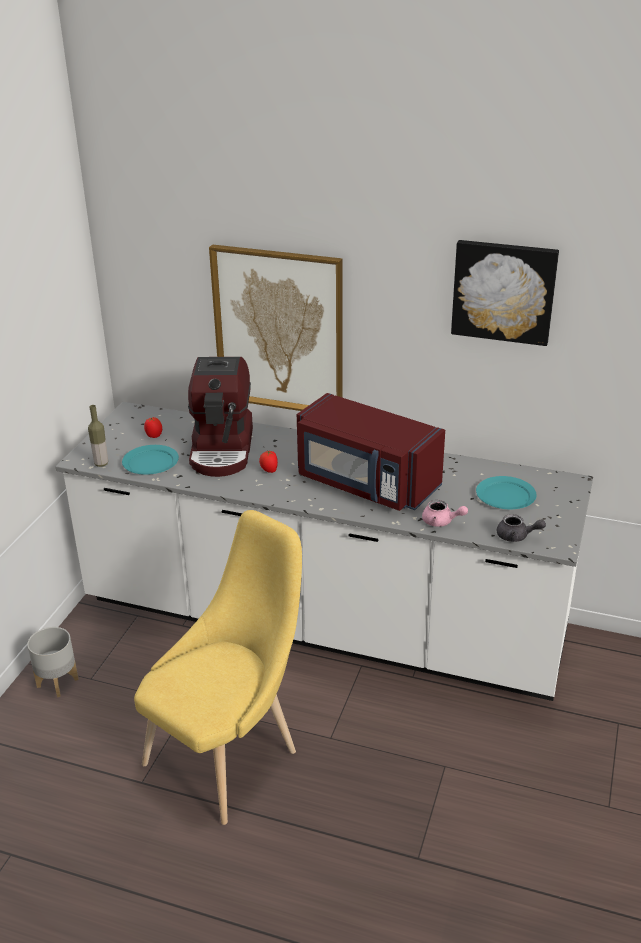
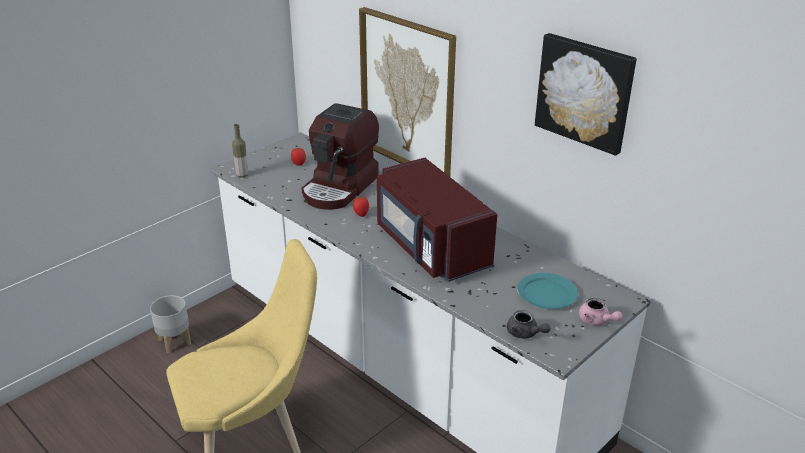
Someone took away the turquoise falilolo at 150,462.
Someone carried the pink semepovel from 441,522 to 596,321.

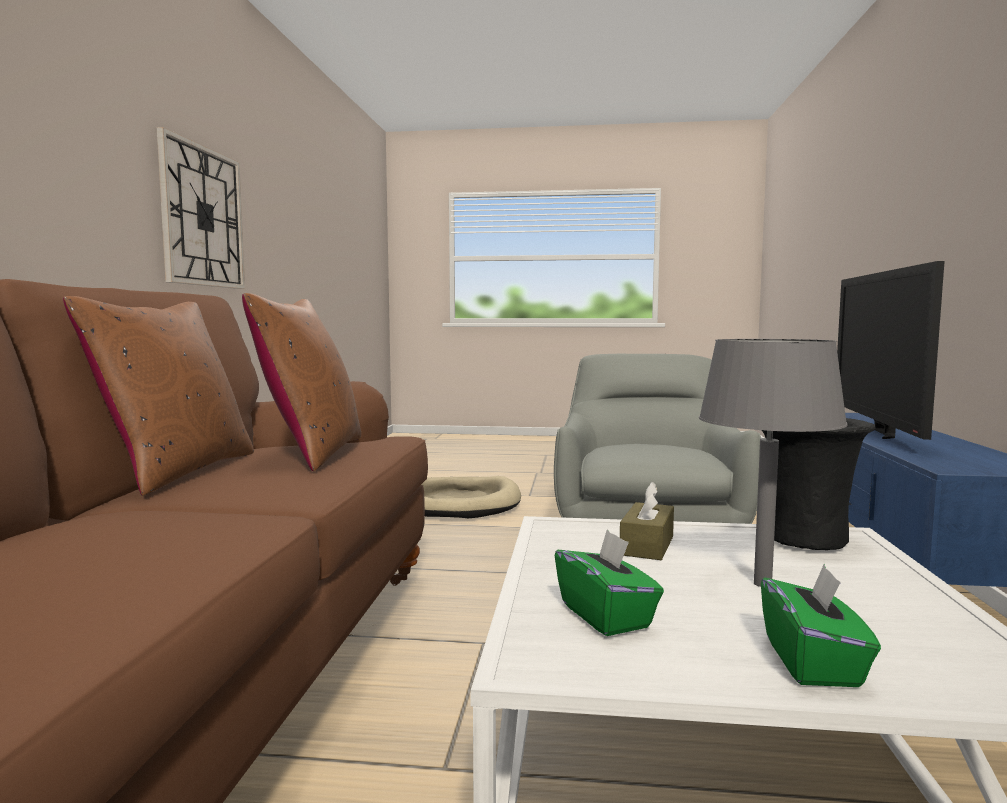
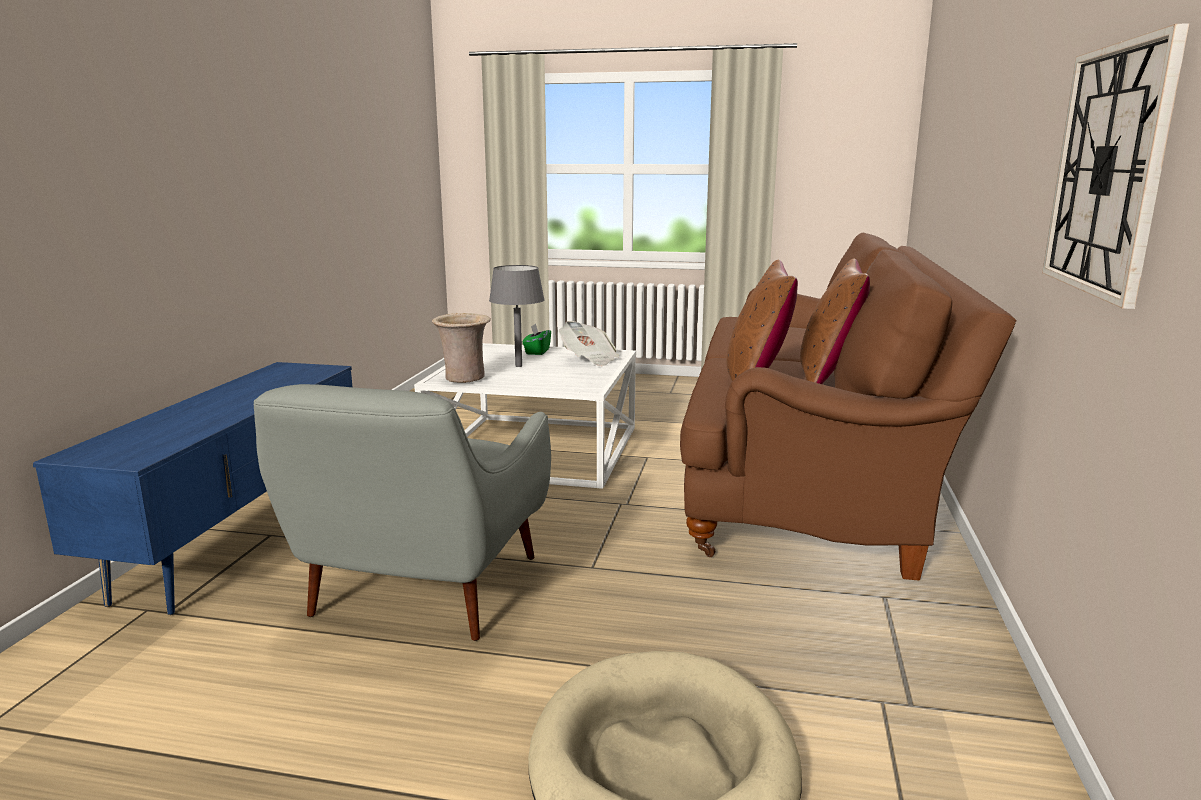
Someone took away the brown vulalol at 647,545.
Someone took away the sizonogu at 878,432.
Someone swapped the green vulalol at 606,615 for the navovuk at 589,359.
Someone repainted the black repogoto at 804,539, which became the beige repogoto at 465,379.

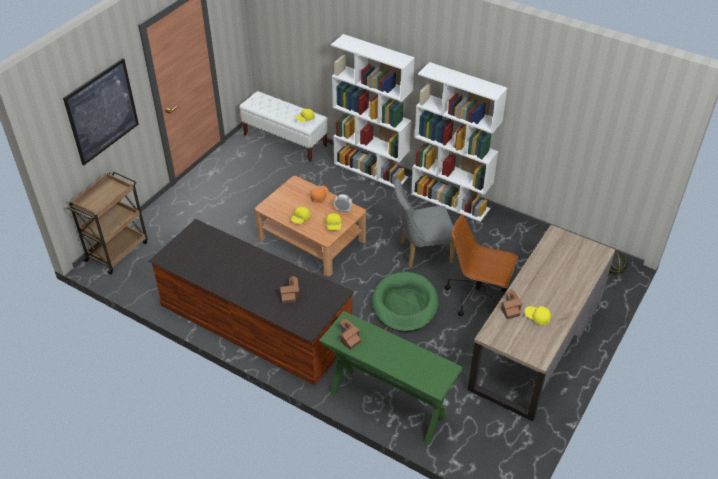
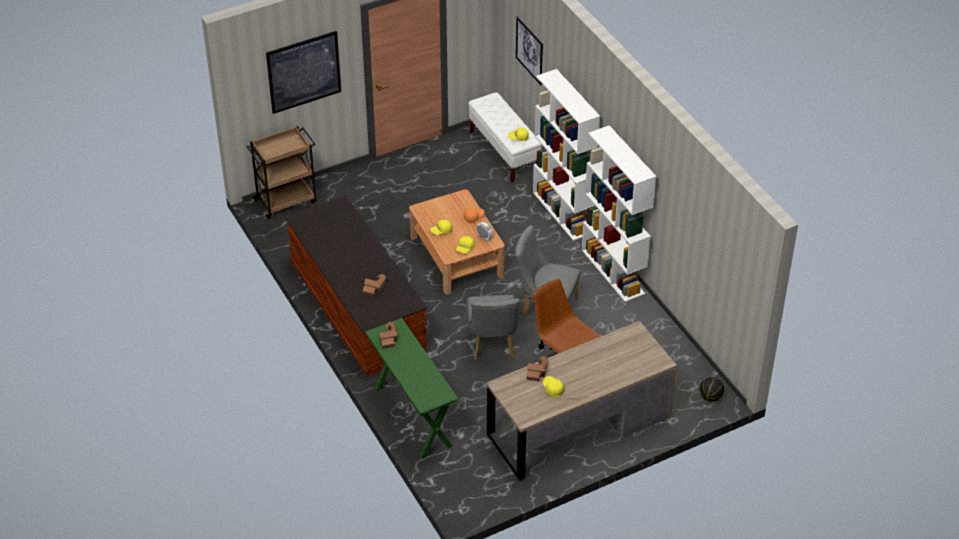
Someone put up the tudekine at 529,50.
Someone swapped the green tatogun at 405,304 for the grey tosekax at 492,345.

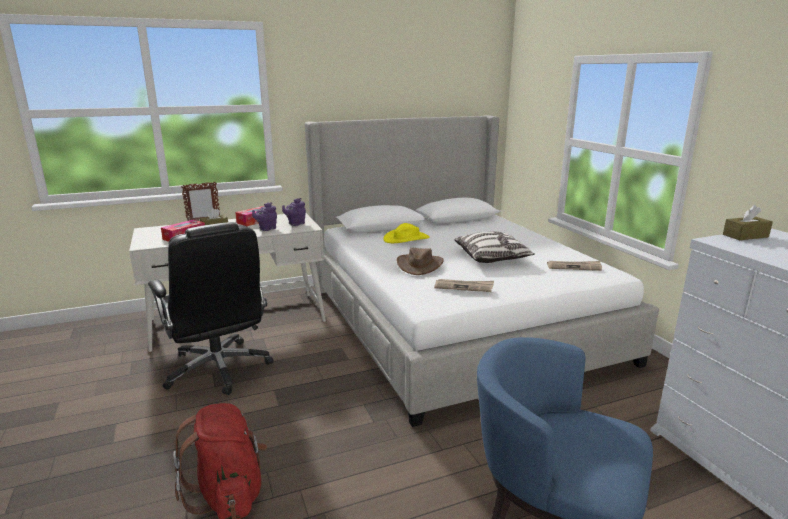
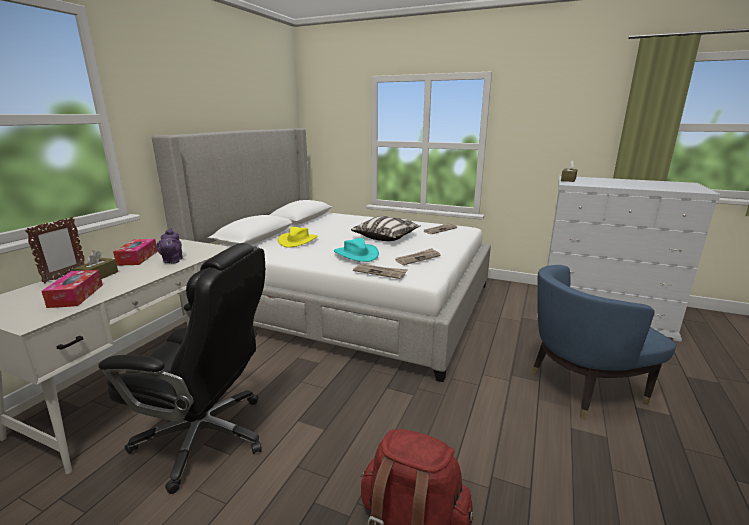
Someone took away the purple semepovel at 295,224.
Someone put down the navovuk at 380,272.
Someone repainted the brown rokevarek at 419,265, which became the turquoise rokevarek at 356,254.

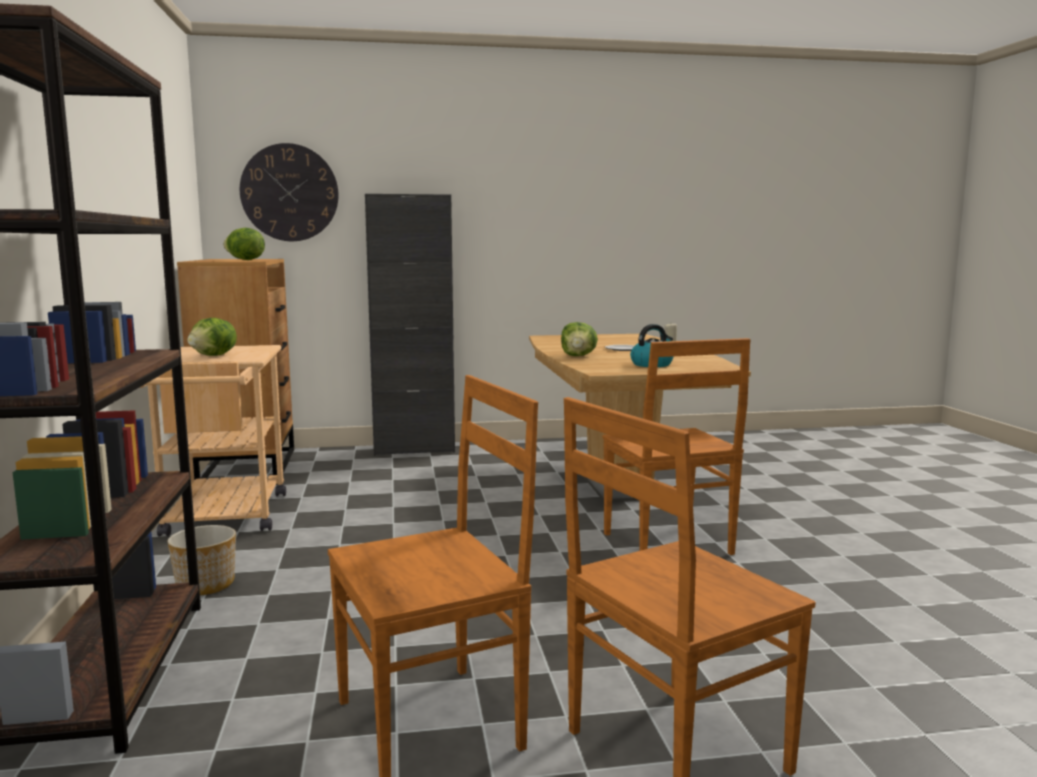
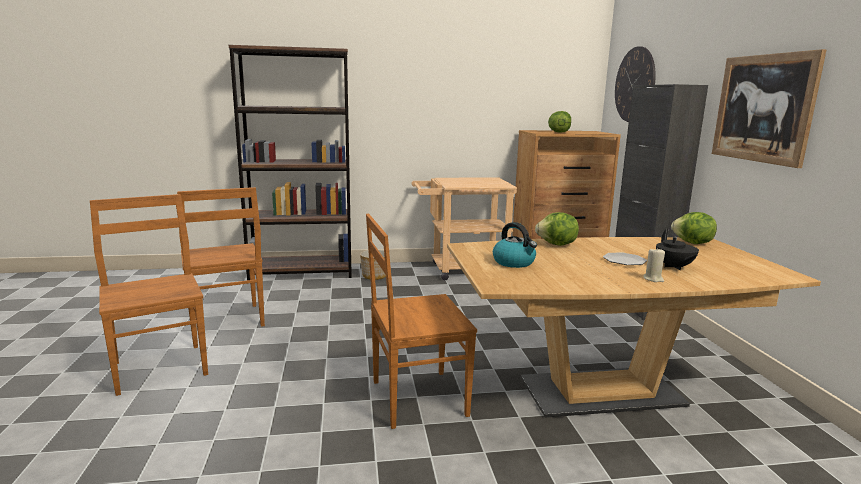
Someone put down the black semepovel at 674,267.
Someone put up the tudekine at 763,108.
Someone carried the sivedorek from 214,356 to 692,243.

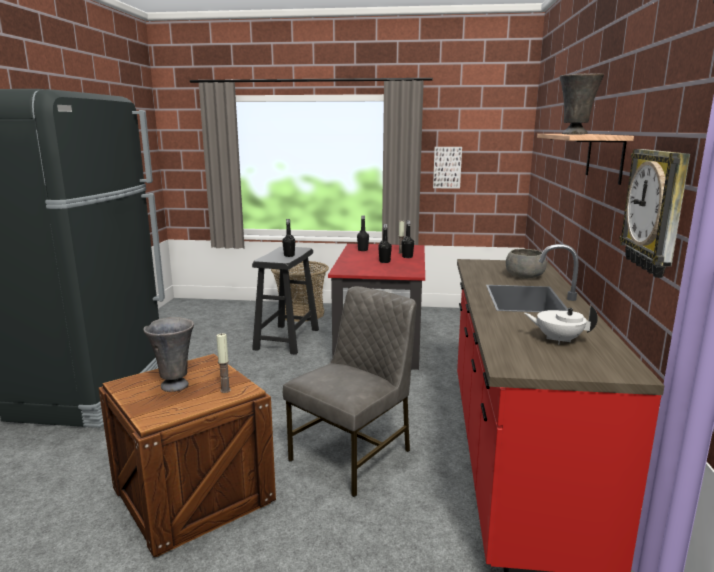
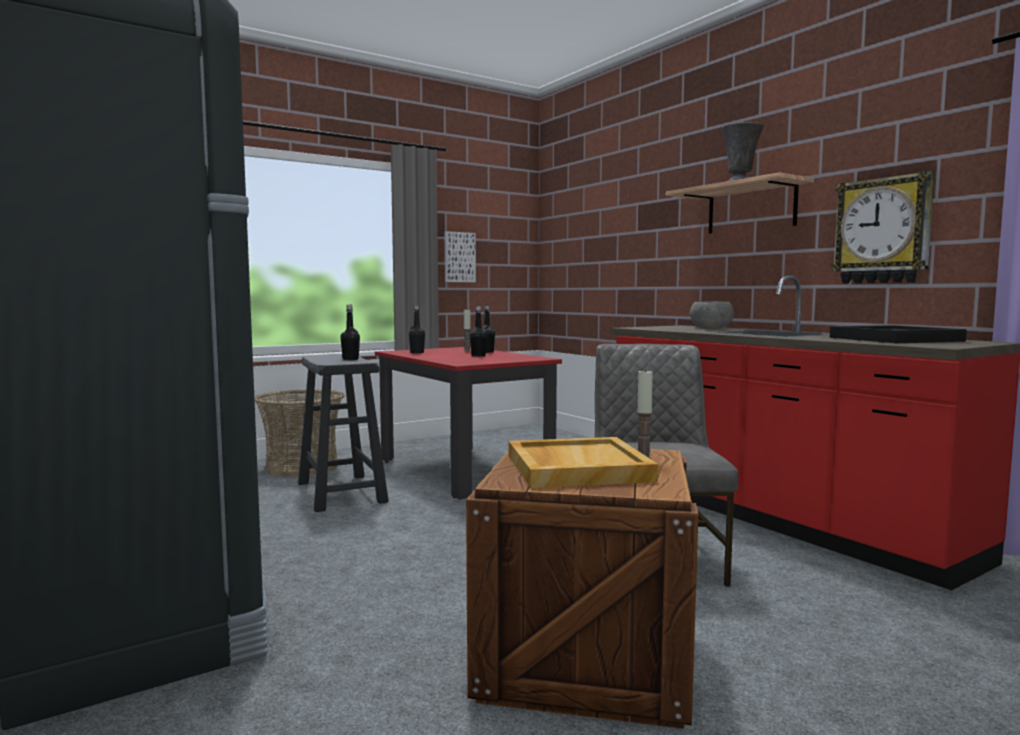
Someone swapped the grey repogoto at 175,385 for the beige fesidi at 576,468.
Someone swapped the white semepovel at 558,340 for the black fesidi at 893,339.

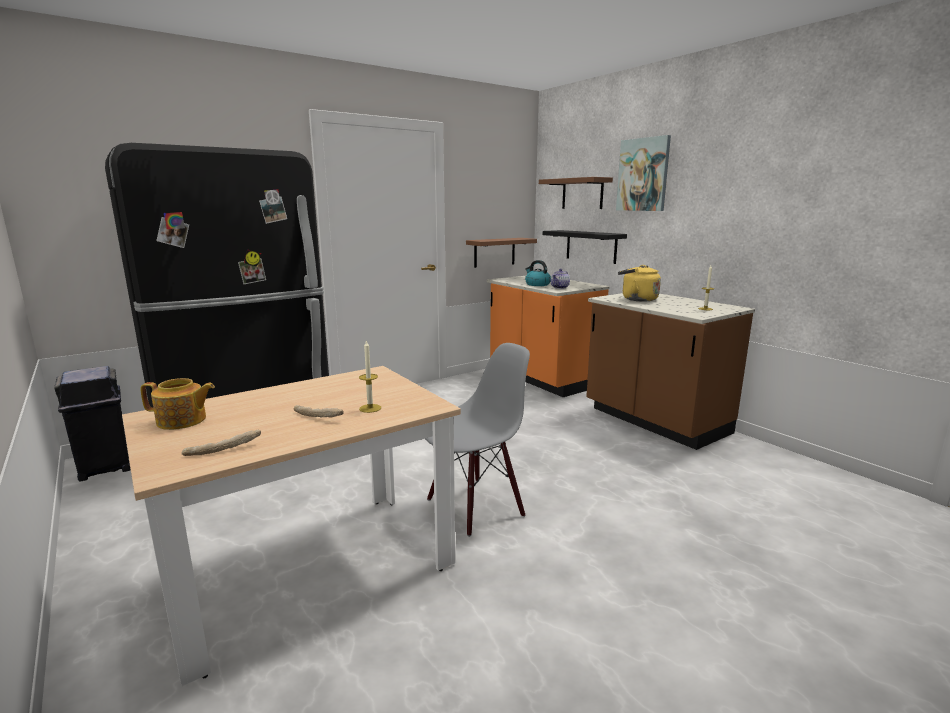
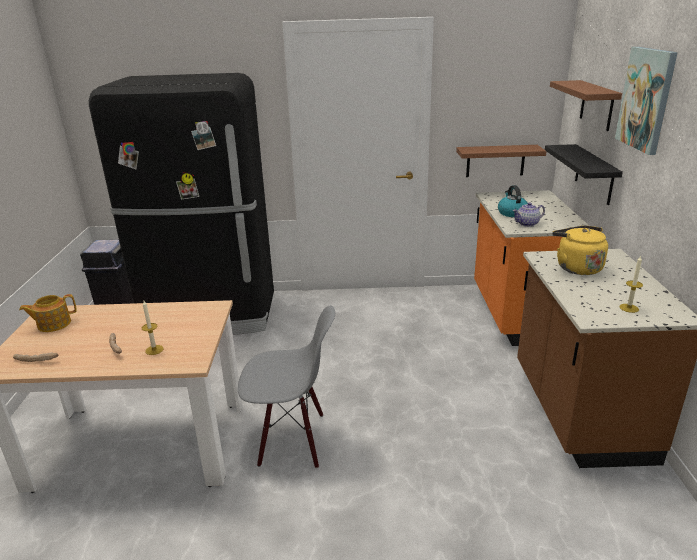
Someone rotated the semepovel at 182,421 by 120 degrees clockwise.

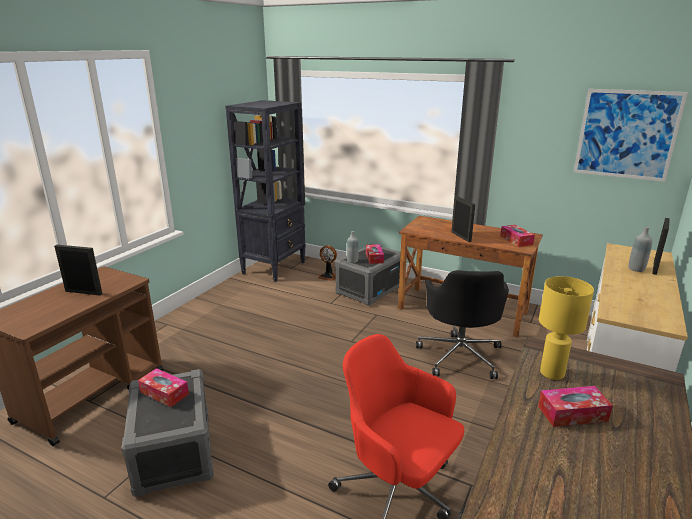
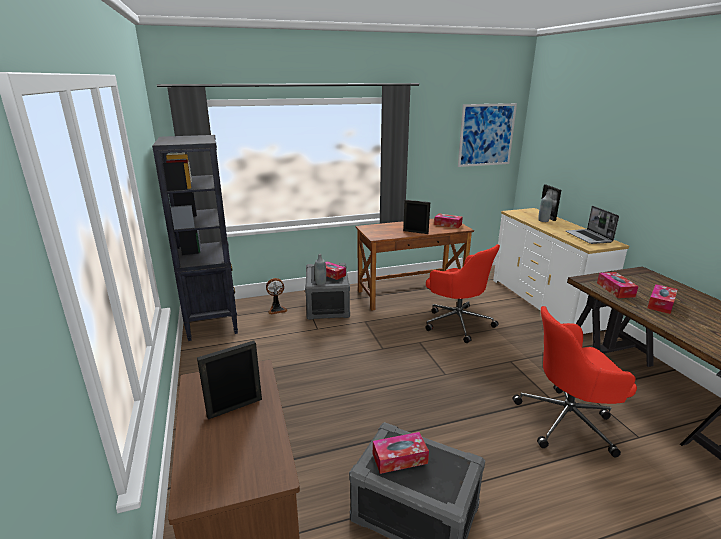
Someone put down the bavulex at 589,237.
Someone swapped the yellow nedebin at 551,373 for the vulalol at 615,290.
Someone repainted the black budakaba at 460,355, which became the red budakaba at 457,322.

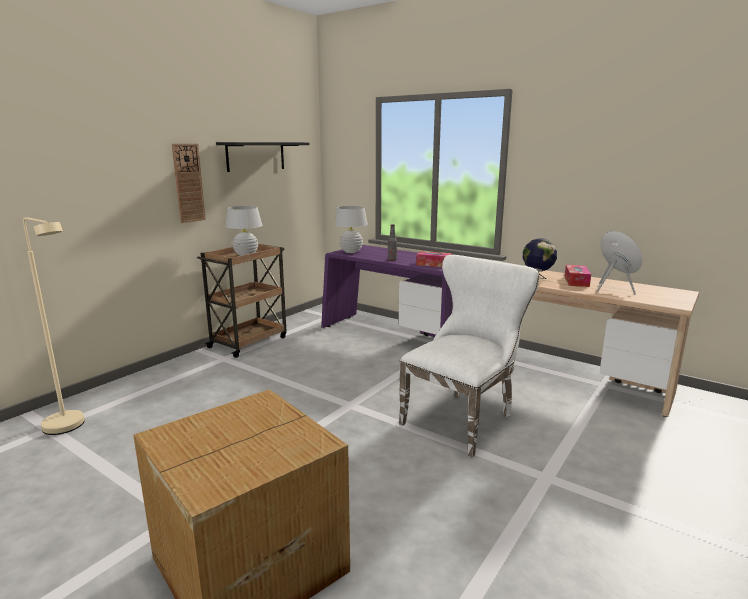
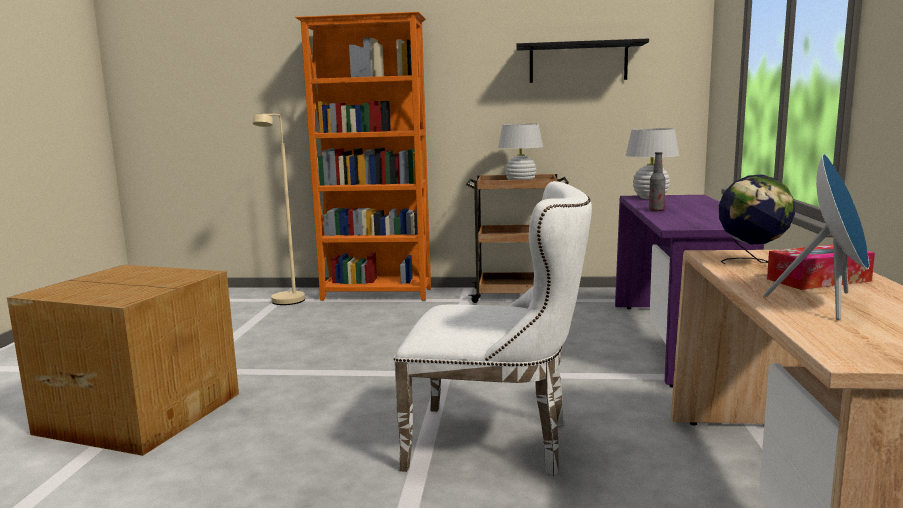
Someone took away the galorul at 188,183.
Someone took away the vulalol at 434,264.
Someone put down the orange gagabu at 377,295.

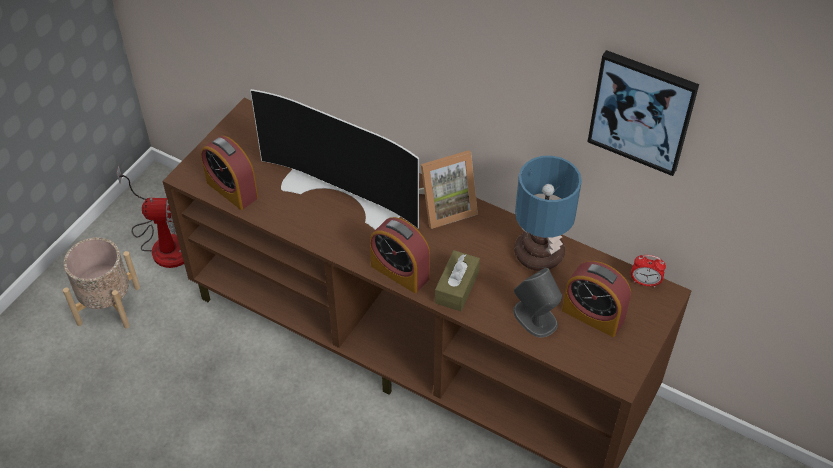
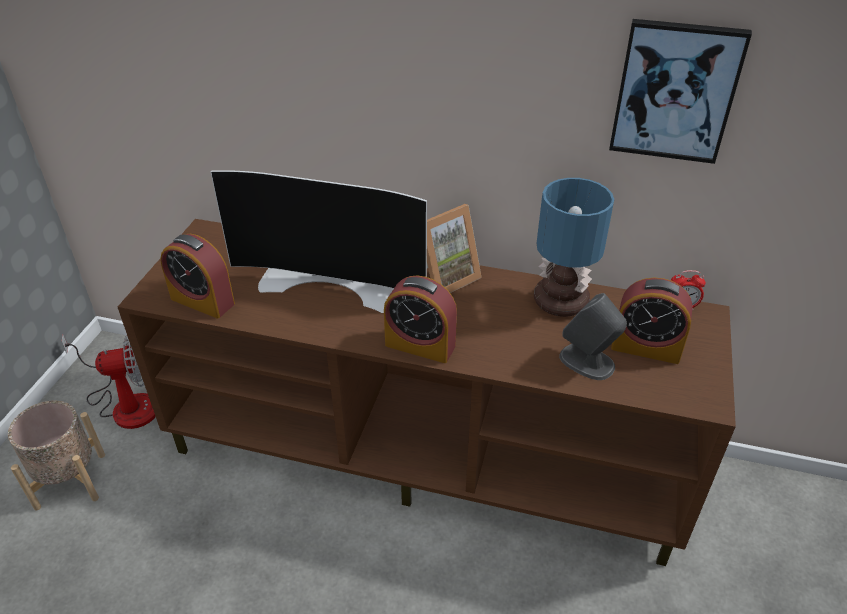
Someone took away the brown vulalol at 457,287.

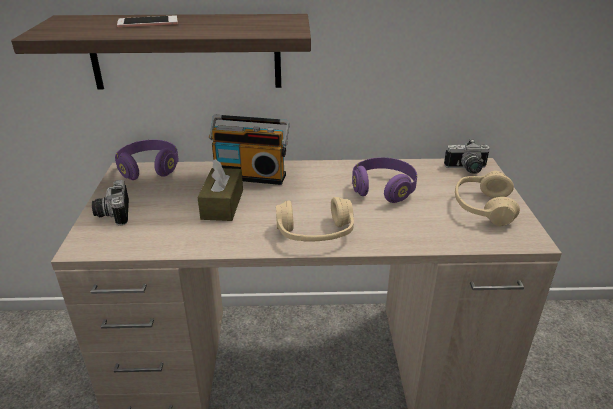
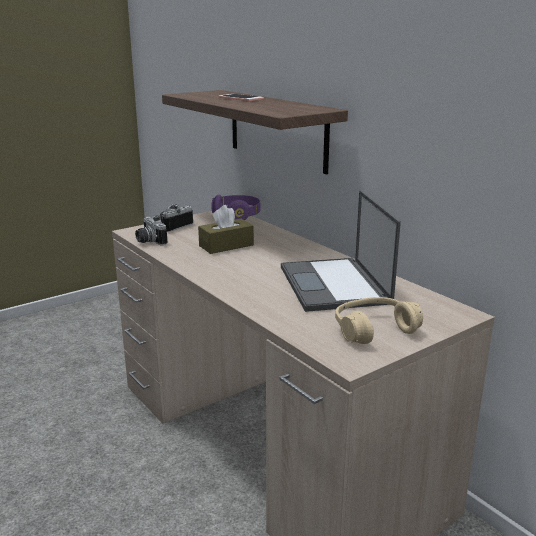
Someone took away the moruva at 251,175.
Someone took away the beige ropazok at 315,233.
Someone carried the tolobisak from 467,169 to 149,241.
Someone swapped the purple ropazok at 383,189 for the bavulex at 334,285.

